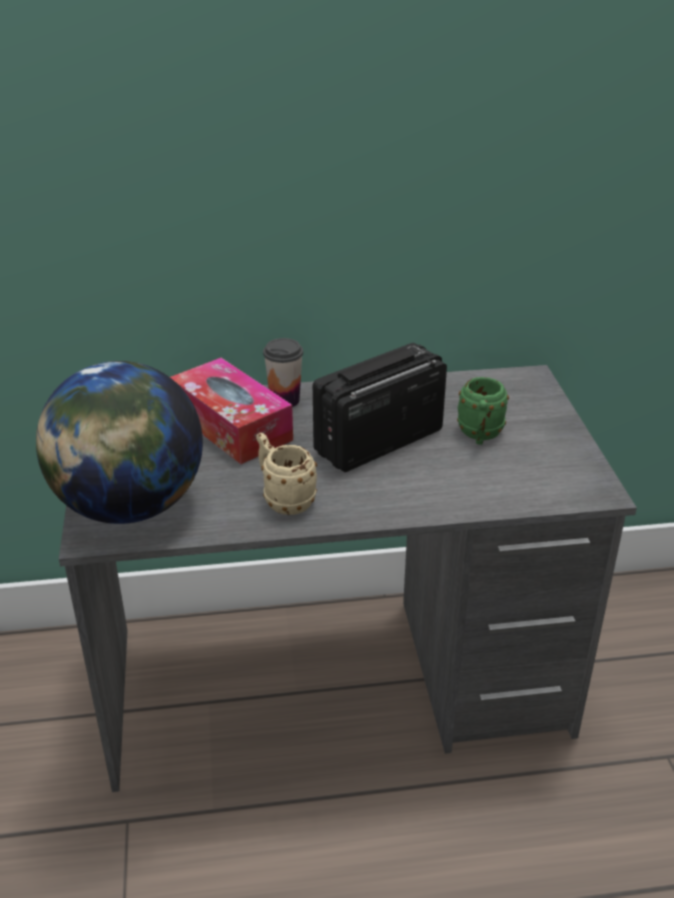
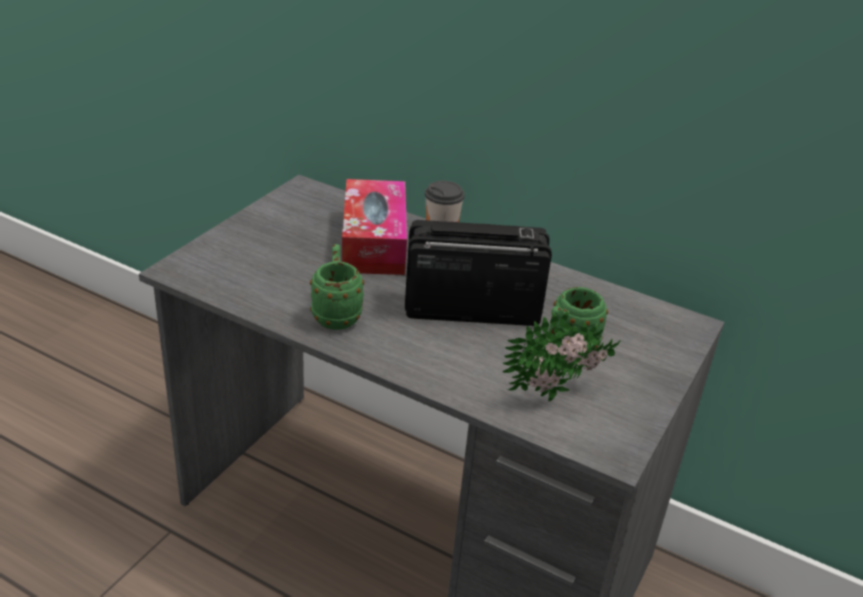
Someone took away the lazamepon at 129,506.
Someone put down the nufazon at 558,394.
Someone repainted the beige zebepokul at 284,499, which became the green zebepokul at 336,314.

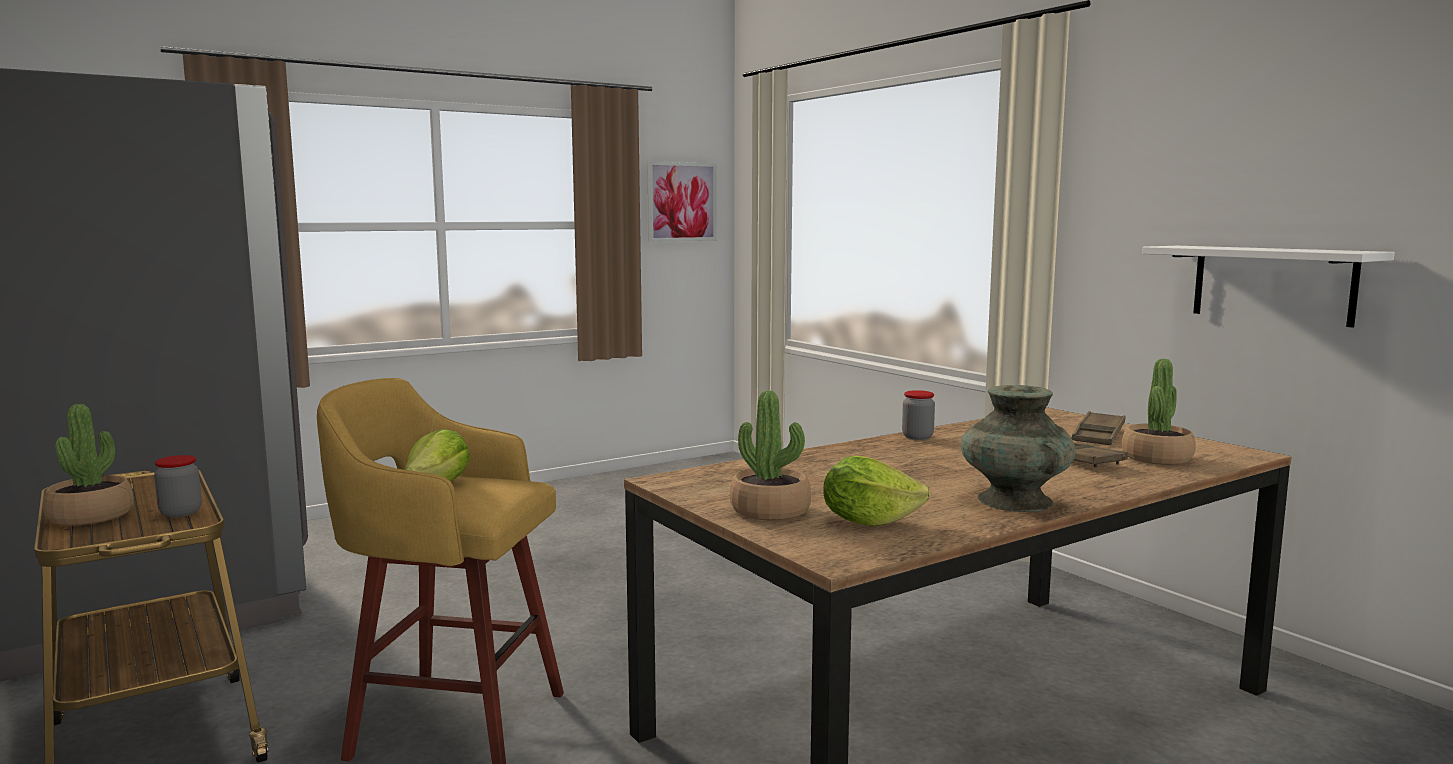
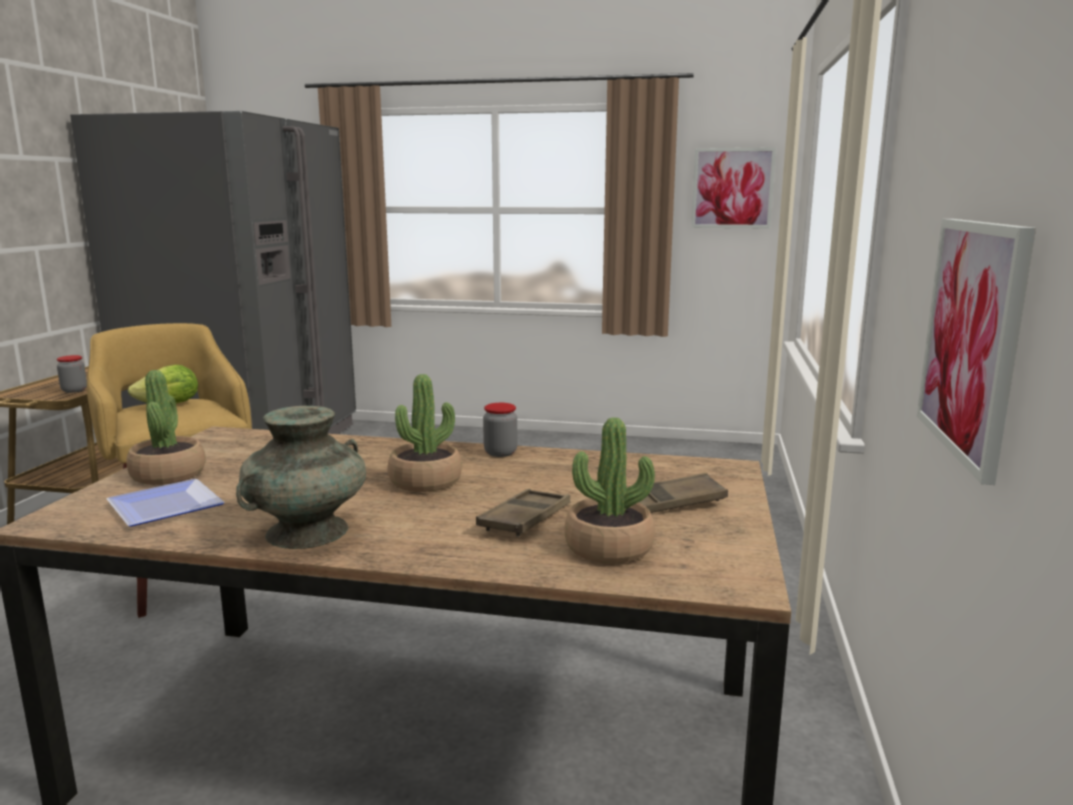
Someone carried the nufazon from 91,516 to 425,481.
Someone swapped the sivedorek at 868,521 for the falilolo at 168,505.
Someone swapped the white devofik at 1272,284 for the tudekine at 972,338.

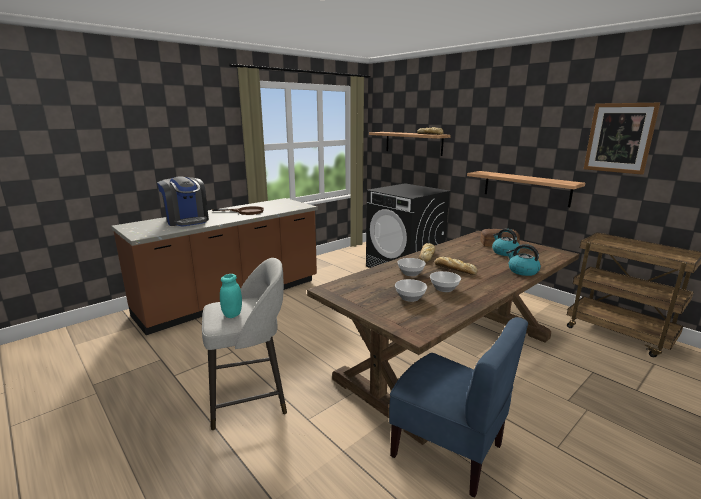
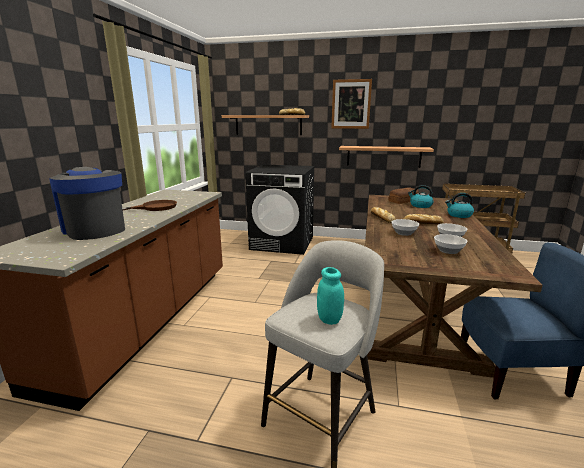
Someone carried the tudekine from 619,138 to 351,104.
Someone rotated the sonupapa at 187,221 by 150 degrees counterclockwise.

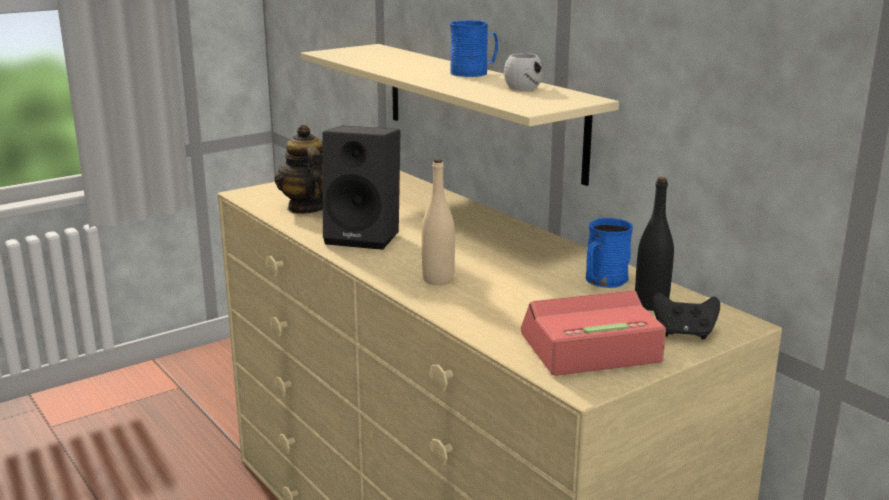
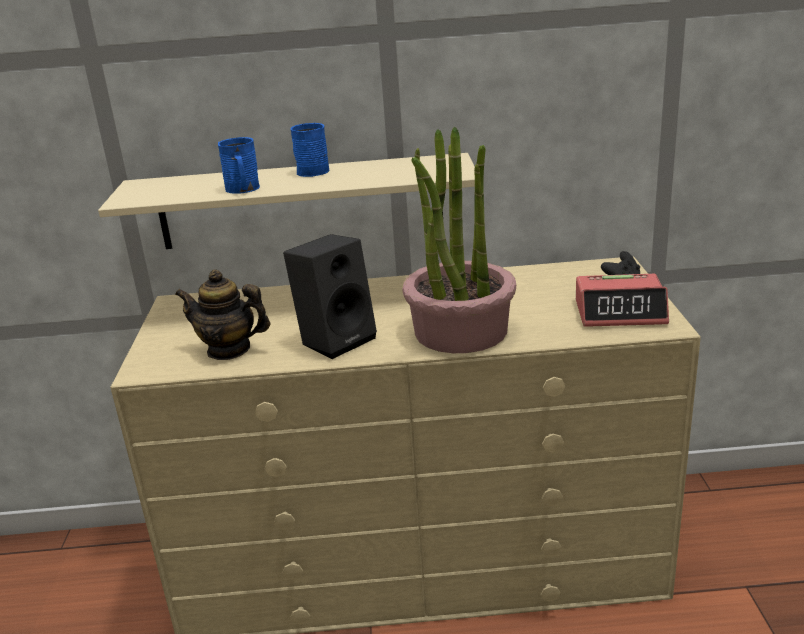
Someone took away the white zebepokul at 524,86.
Someone took away the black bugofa at 651,304.
Someone carried the blue zebepokul from 603,281 to 243,189.
Someone swapped the beige bugofa at 438,280 for the nufazon at 460,331.
Someone rotated the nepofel at 589,349 by 105 degrees counterclockwise.

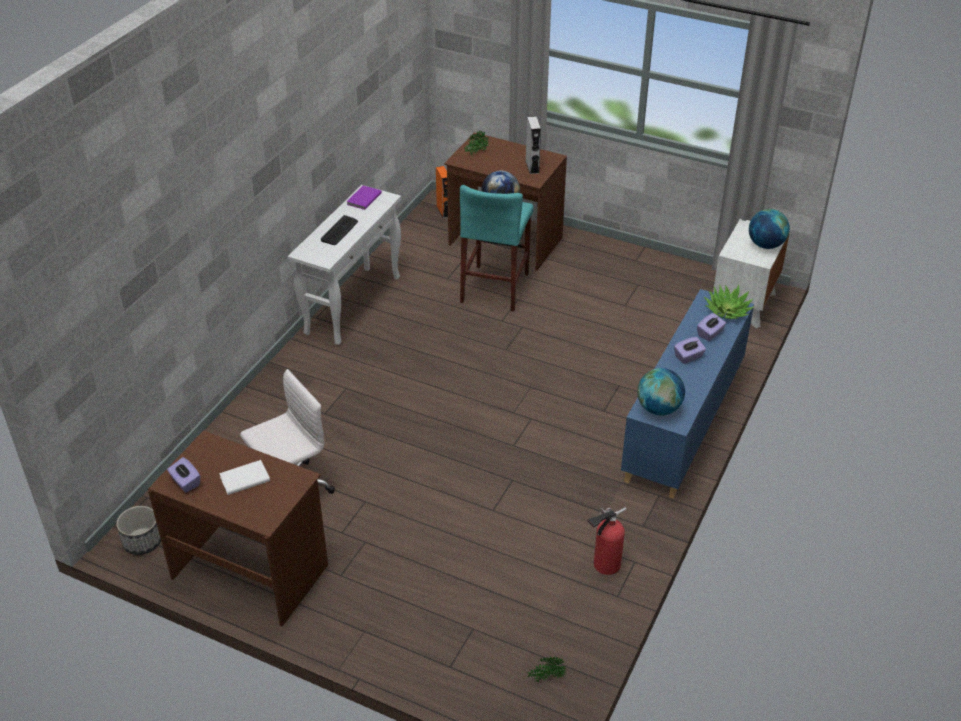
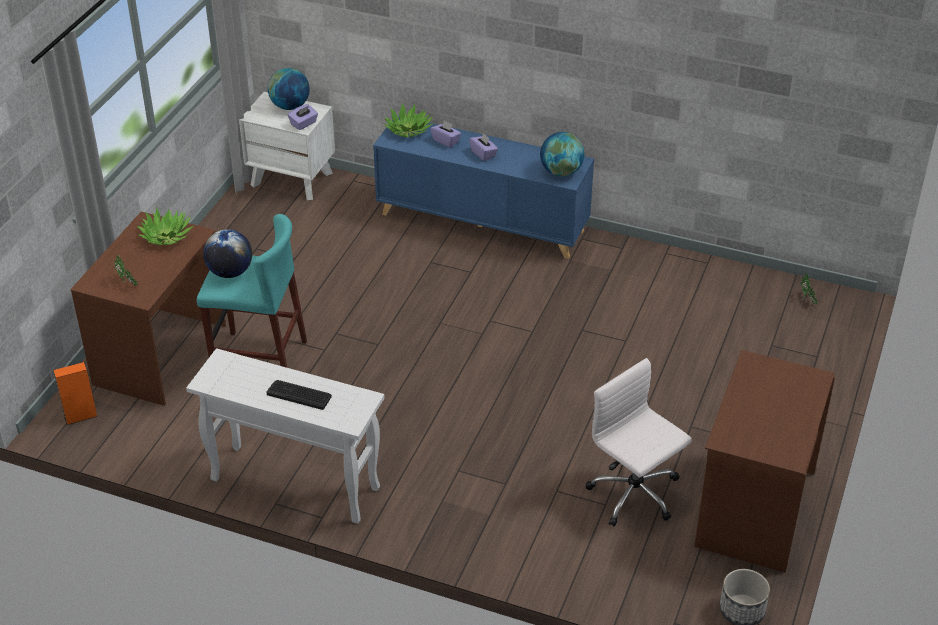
Someone took away the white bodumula at 244,478.
Someone took away the purple bodumula at 363,199.
Someone took away the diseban at 604,565.
Someone carried the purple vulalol from 185,482 to 303,124.
Someone swapped the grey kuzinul at 532,167 for the nufazon at 166,236.

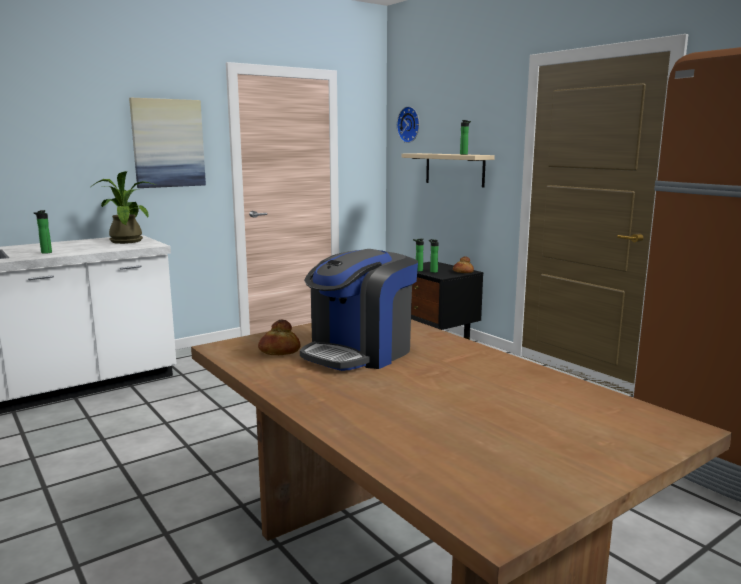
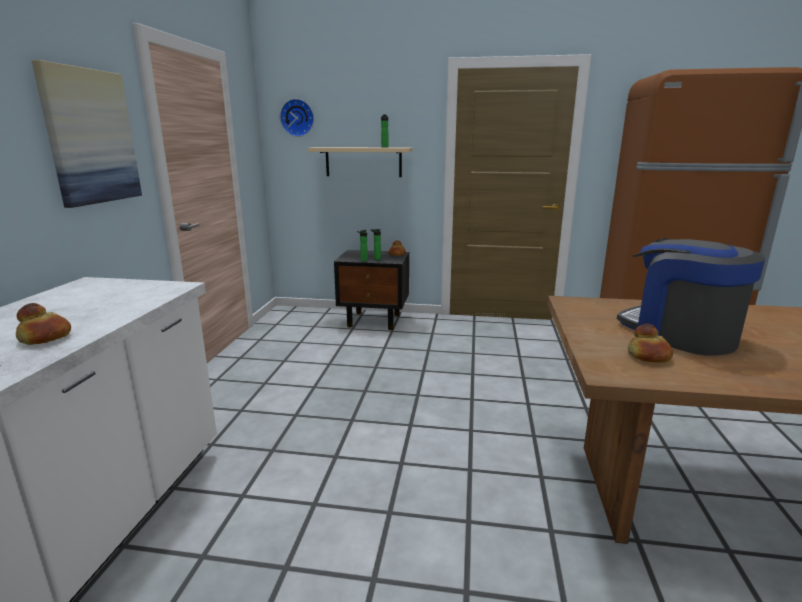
Someone took away the nufazon at 127,240.
Someone swapped the bugofa at 45,253 for the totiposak at 45,338.
Someone rotated the sonupapa at 360,352 by 150 degrees clockwise.

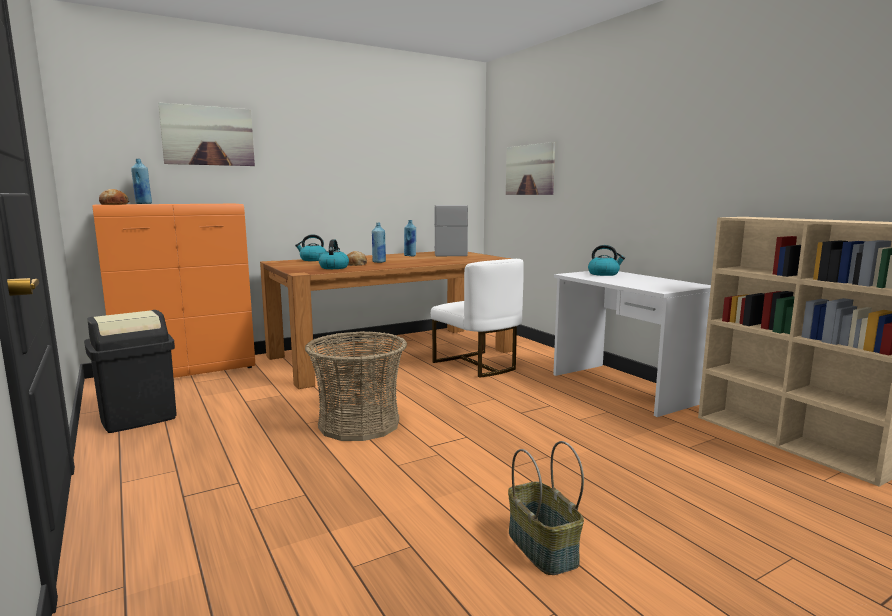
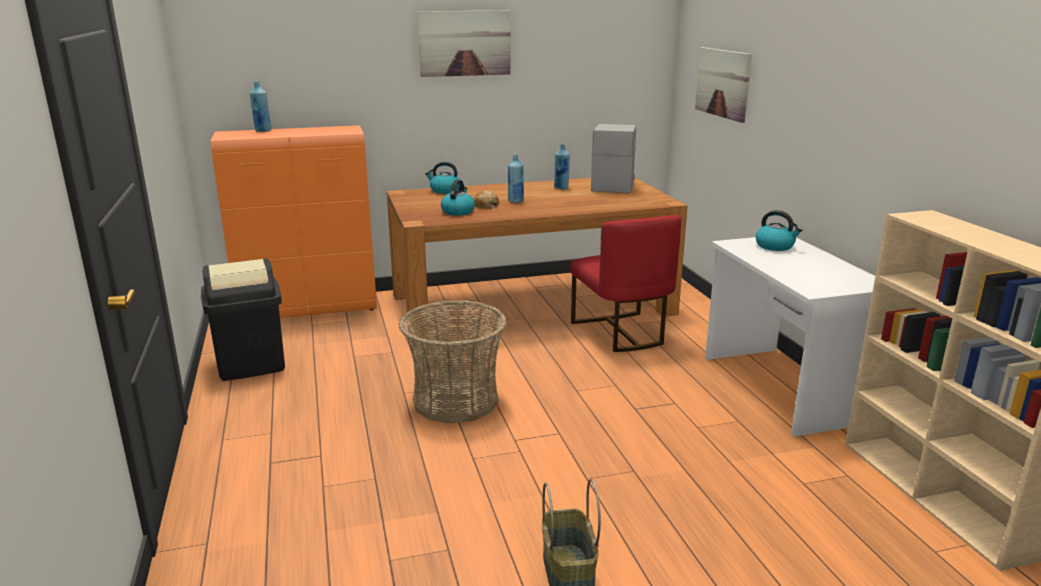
Someone took away the totiposak at 114,204.
Someone carried the tudekine from 208,136 to 464,43.
Someone repainted the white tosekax at 477,365, which became the red tosekax at 621,332.

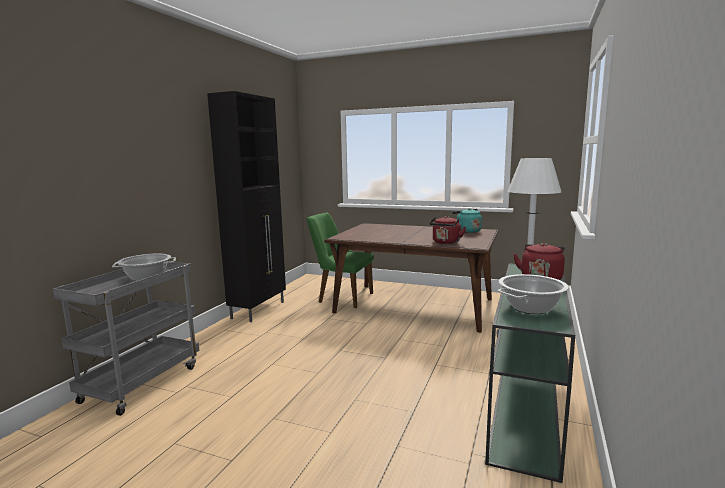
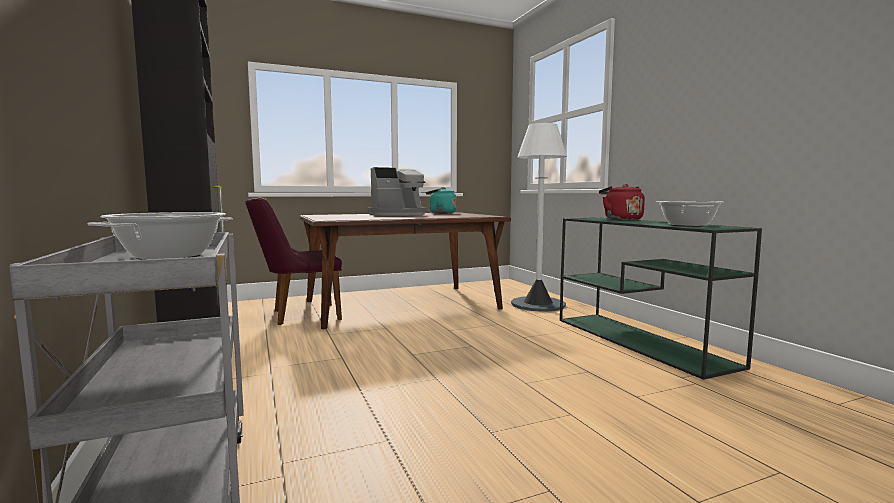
Someone took away the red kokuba at 446,242.
Someone put down the sonupapa at 398,214.
Someone repainted the green tosekax at 341,297, which became the purple tosekax at 298,315.

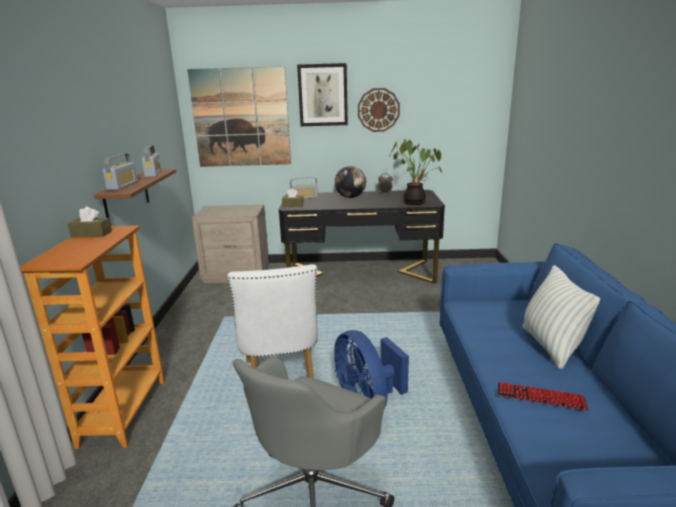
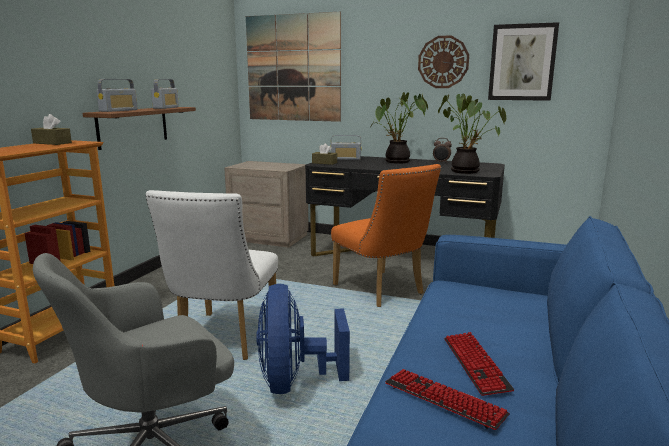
Someone took away the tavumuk at 551,346.
Someone put down the orange tosekax at 382,291.
Someone put down the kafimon at 475,364.
Someone carried the tudekine from 323,95 to 522,62.
Someone swapped the lazamepon at 350,197 for the nufazon at 396,162.

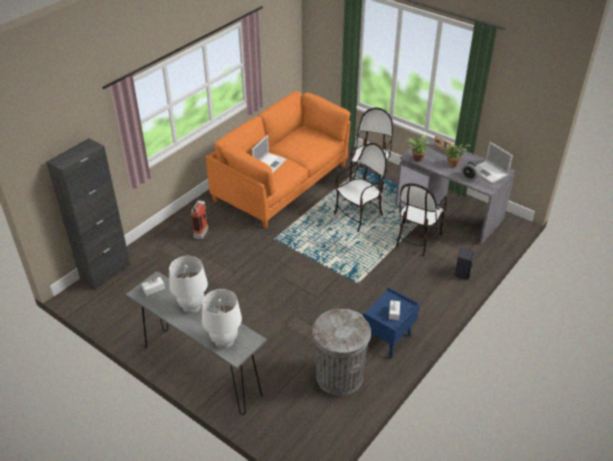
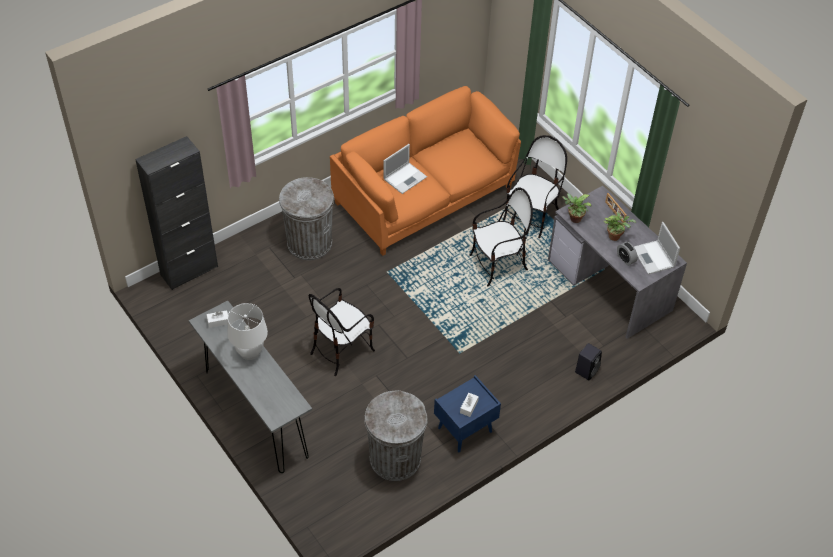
Someone took away the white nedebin at 224,341.
Someone carried the tosekax from 417,239 to 341,350.
Someone swapped the diseban at 202,232 for the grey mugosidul at 309,243.

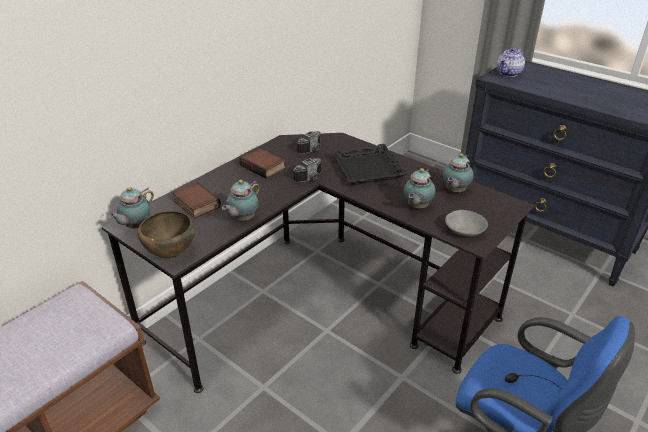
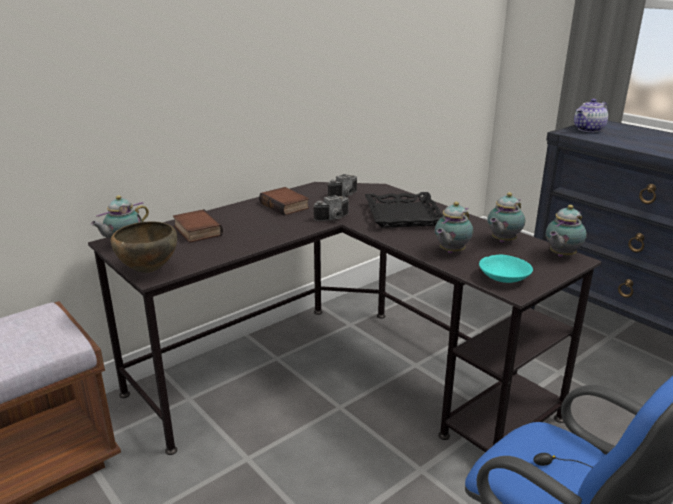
Someone carried the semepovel from 243,219 to 560,255.
Someone repainted the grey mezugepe at 464,229, which became the turquoise mezugepe at 504,277.

